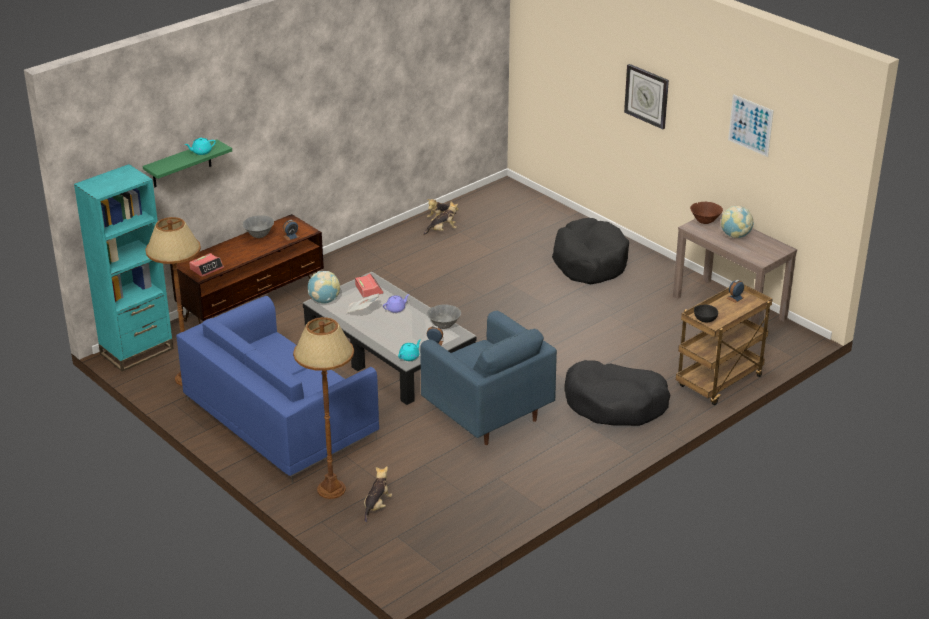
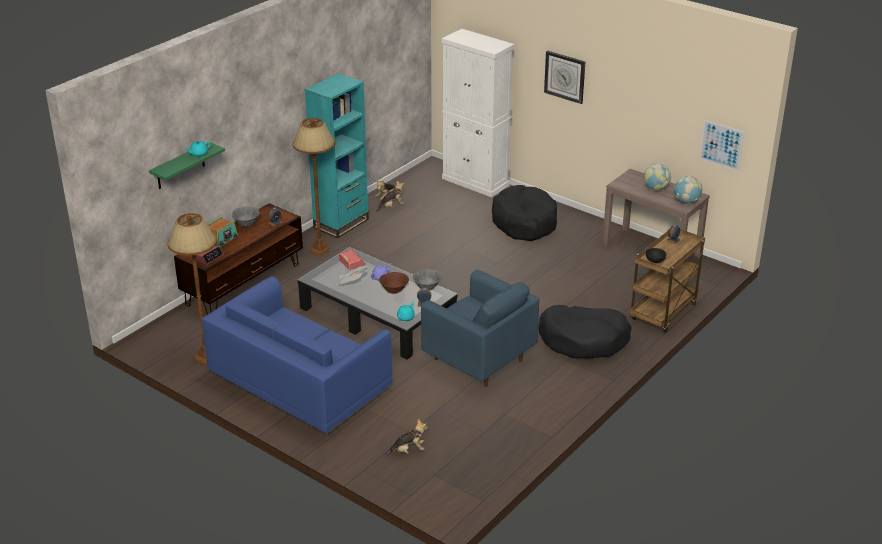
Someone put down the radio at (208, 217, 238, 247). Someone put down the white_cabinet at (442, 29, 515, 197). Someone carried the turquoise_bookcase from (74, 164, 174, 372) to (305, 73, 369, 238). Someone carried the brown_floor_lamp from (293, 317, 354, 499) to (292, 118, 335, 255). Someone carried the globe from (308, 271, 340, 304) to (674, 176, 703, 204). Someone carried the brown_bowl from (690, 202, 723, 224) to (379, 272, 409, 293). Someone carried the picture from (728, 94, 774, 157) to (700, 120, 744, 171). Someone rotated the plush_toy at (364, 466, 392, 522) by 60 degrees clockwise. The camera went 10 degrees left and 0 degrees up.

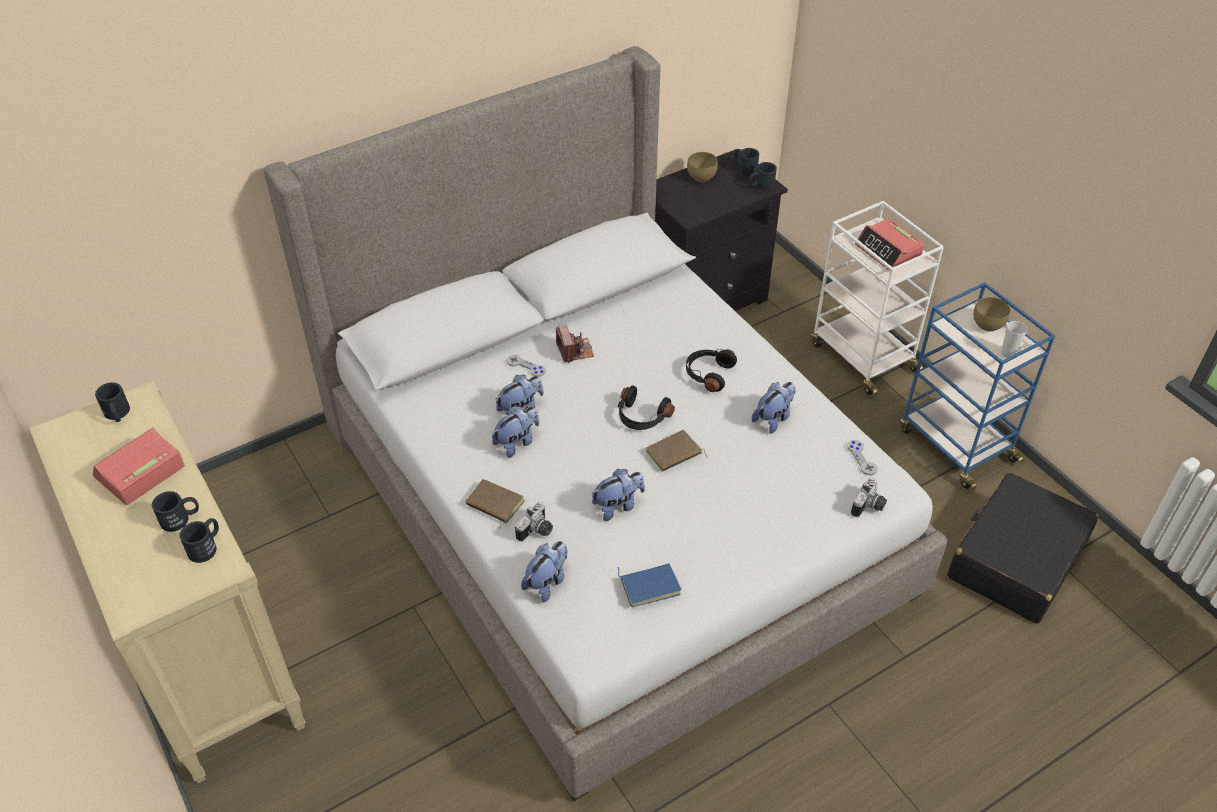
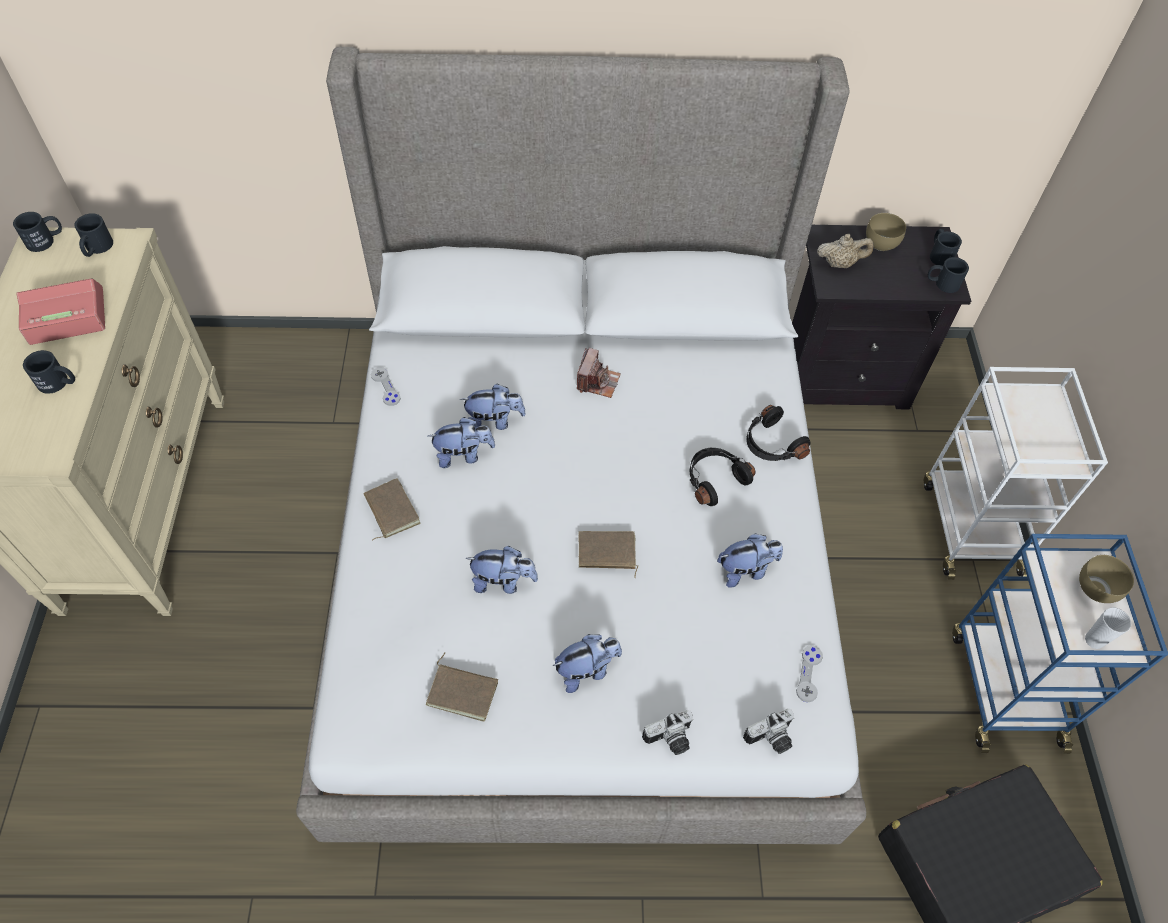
Someone took away the alarm_clock at (855, 218, 924, 271). Someone put down the beige_teapot at (817, 234, 874, 268). Someone carried the black_mug from (180, 518, 219, 563) to (13, 212, 62, 252). Someone carried the grey_game_controller from (507, 355, 546, 377) to (371, 367, 401, 406). Someone carried the photo_camera from (515, 502, 553, 542) to (642, 710, 693, 755). Someone carried the plush_toy from (521, 541, 567, 602) to (553, 634, 622, 693). Someone carried the black_headphones from (618, 385, 675, 430) to (746, 405, 811, 461). Someone repainted the blue_book at (618, 564, 682, 607), which became the brown_book at (426, 652, 498, 722). The camera went 30 degrees right and 10 degrees up.

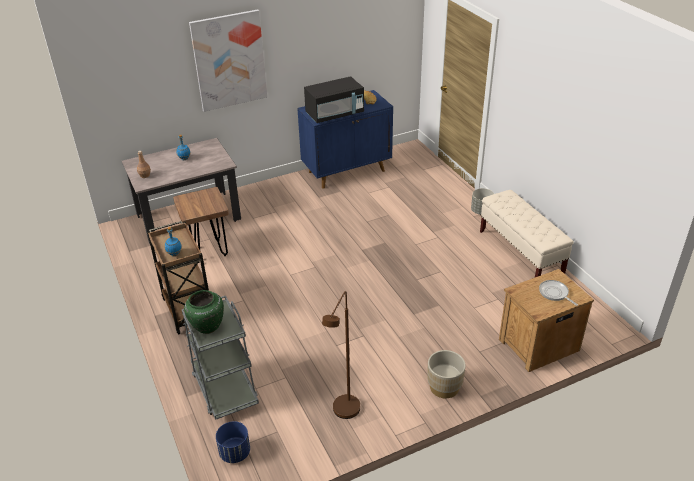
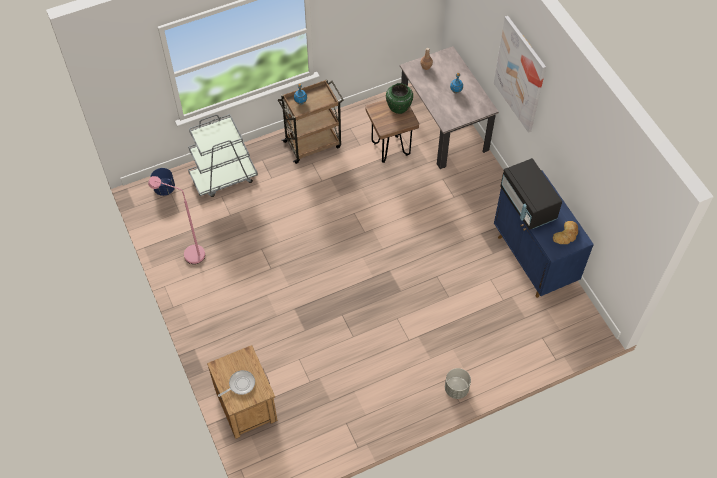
Someone took away the beige_planter at (427, 350, 466, 398). Someone took away the beige_bench at (480, 190, 574, 277). Someone carried the green_vase from (184, 290, 224, 334) to (386, 83, 413, 114). Someone repainted the brown_floor_lamp at (322, 291, 360, 419), which became the pink_floor_lamp at (148, 176, 205, 264). The camera went 90 degrees right and 20 degrees up.

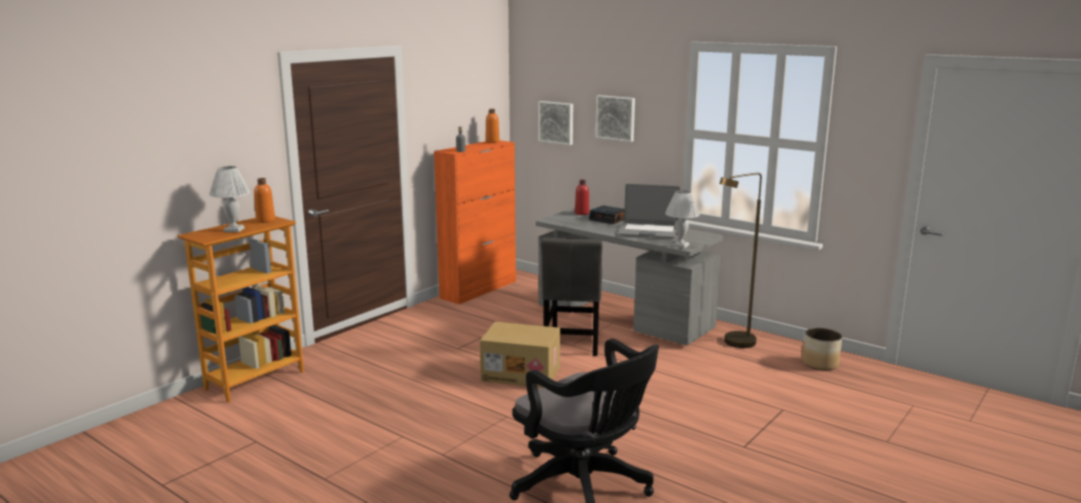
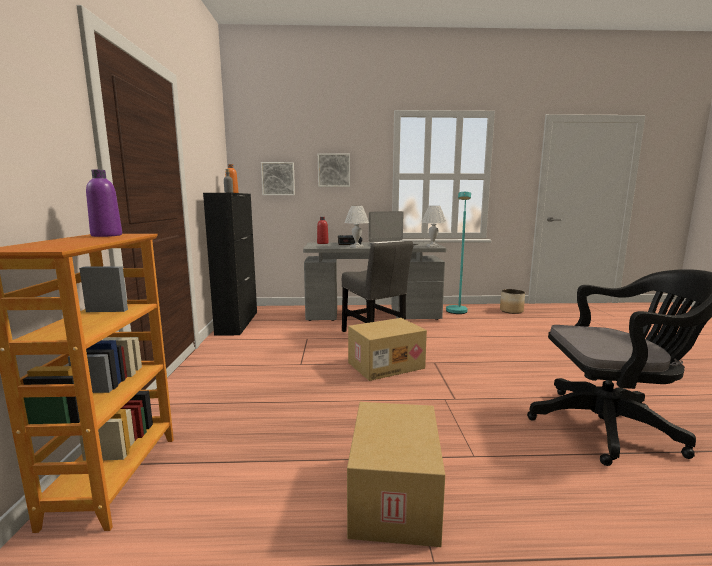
Someone put down the cardboard_box at (347, 402, 445, 547). Someone carried the white_table_lamp from (209, 166, 250, 232) to (344, 206, 369, 248). Someone repainted the orange_bottle at (254, 178, 275, 223), which became the purple_bottle at (86, 170, 122, 237). Someone repainted the orange_cabinet at (434, 140, 516, 304), which became the black_cabinet at (203, 193, 257, 336). Someone repainted the brown_floor_lamp at (719, 173, 762, 348), which became the turquoise_floor_lamp at (446, 192, 471, 314). The camera went 40 degrees left and 5 degrees down.

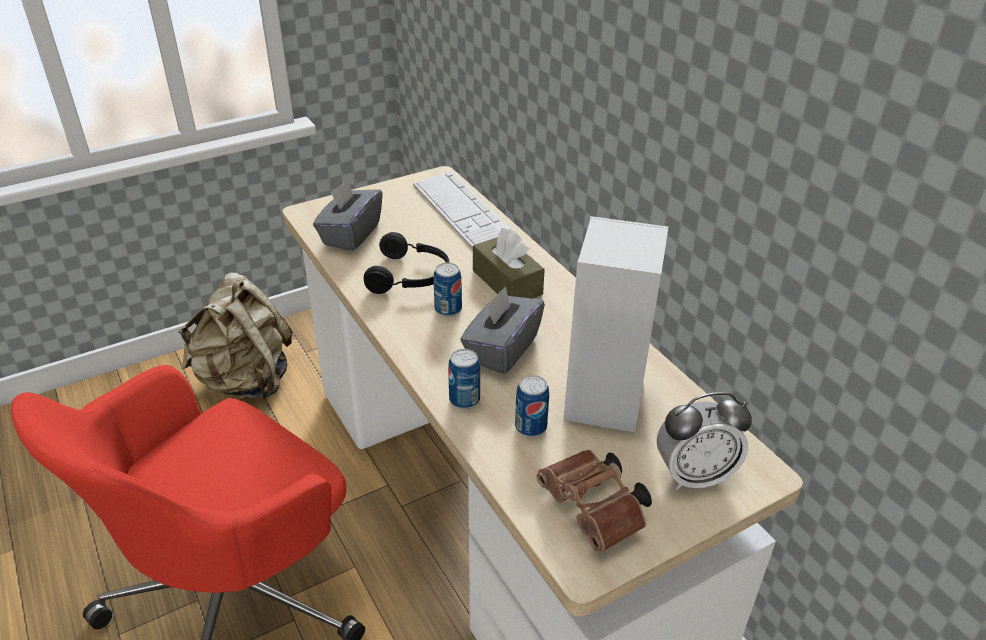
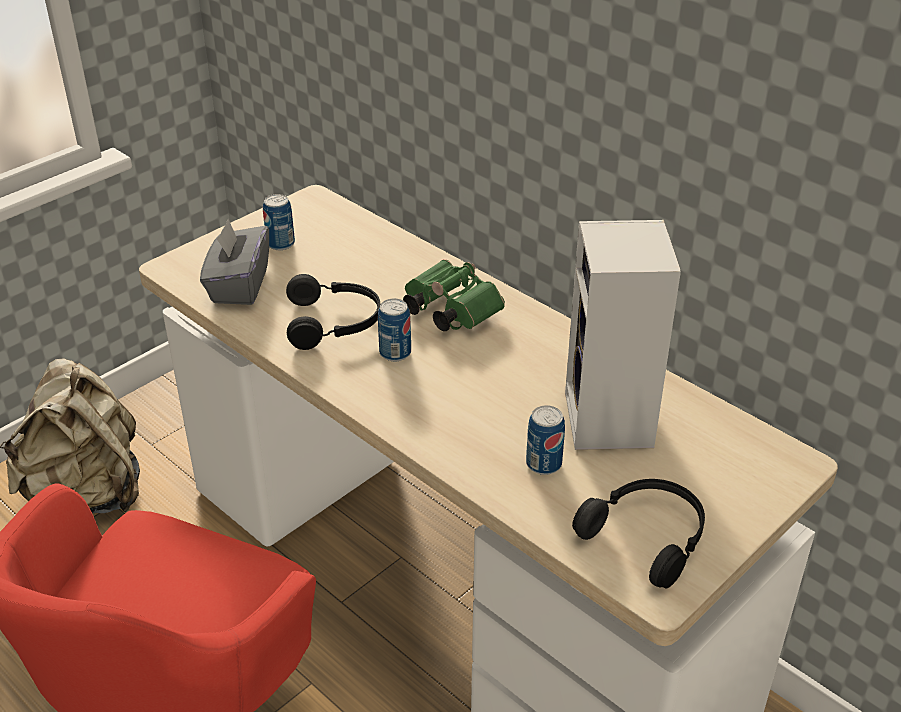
Someone took away the keyboard at (413, 171, 510, 249). Someone took away the grey_tissue_box at (460, 286, 545, 374). Someone took away the alarm_clock at (657, 392, 752, 490). Someone carried the can from (448, 349, 480, 409) to (263, 194, 295, 250). Someone swapped the brown_tissue_box at (473, 228, 545, 299) for the green_binoculars at (403, 259, 505, 331). Someone swapped the brown_binoculars at (537, 450, 652, 553) for the black_headphones at (572, 479, 705, 588). The camera went 15 degrees left and 0 degrees up.

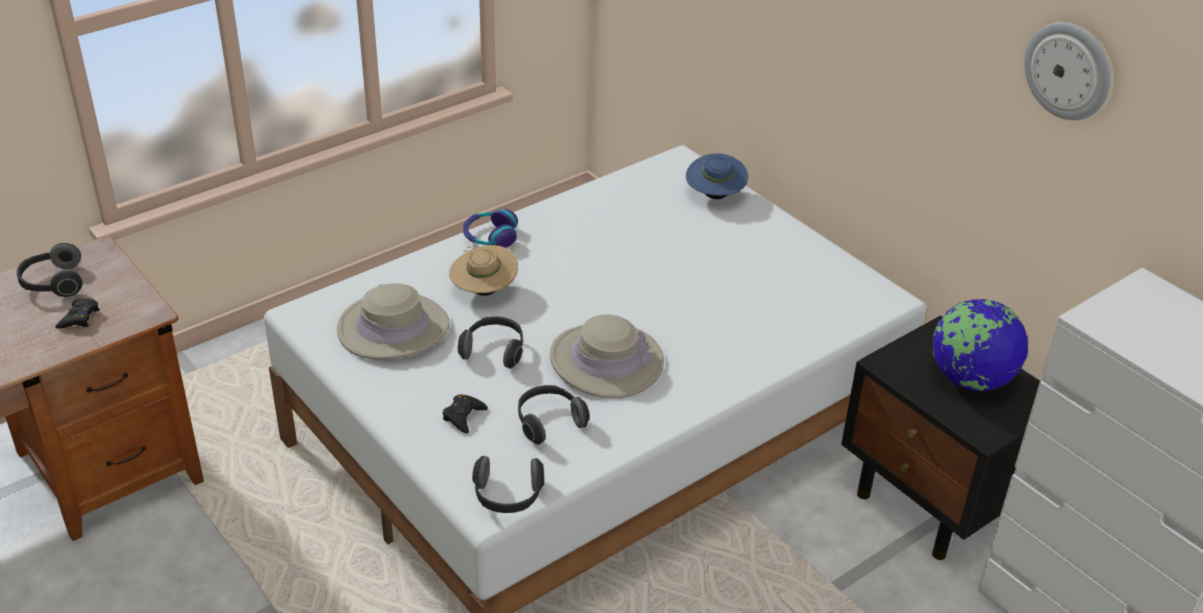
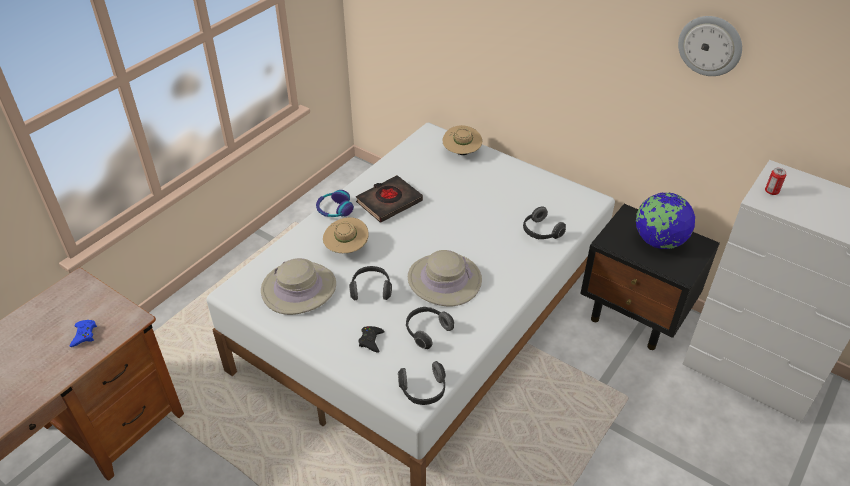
Someone put down the black_book at (356, 175, 423, 223). Someone put down the can at (765, 168, 786, 195). Someone carried the headphones from (17, 243, 82, 297) to (523, 206, 566, 239). Someone repainted the black_game_controller at (55, 298, 100, 329), which became the blue_game_controller at (69, 320, 97, 347). Someone repainted the blue_hat at (686, 153, 748, 199), which became the beige_hat at (443, 125, 482, 155). The camera went 15 degrees left and 5 degrees up.

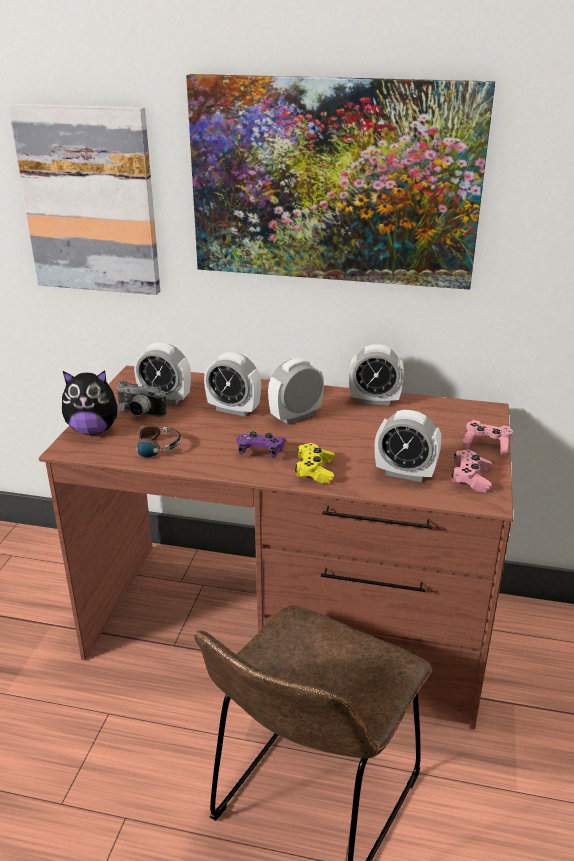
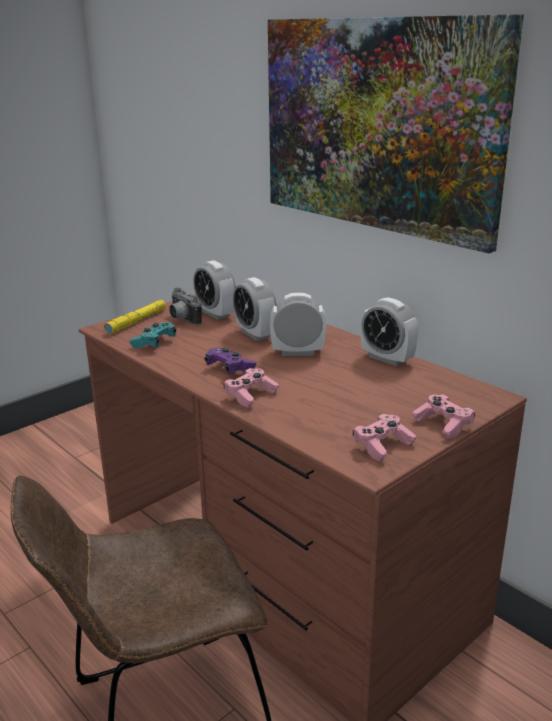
Someone took away the picture at (8, 103, 160, 295). Someone took away the alarm_clock at (375, 410, 442, 482). Someone swapped the plush_toy at (62, 370, 125, 435) for the yellow_flashlight at (104, 300, 166, 334). Someone swapped the headphones at (117, 424, 181, 457) for the turquoise_game_controller at (129, 322, 176, 349). Someone repainted the yellow_game_controller at (295, 443, 335, 484), which became the pink_game_controller at (224, 368, 279, 408). The camera went 35 degrees right and 5 degrees down.

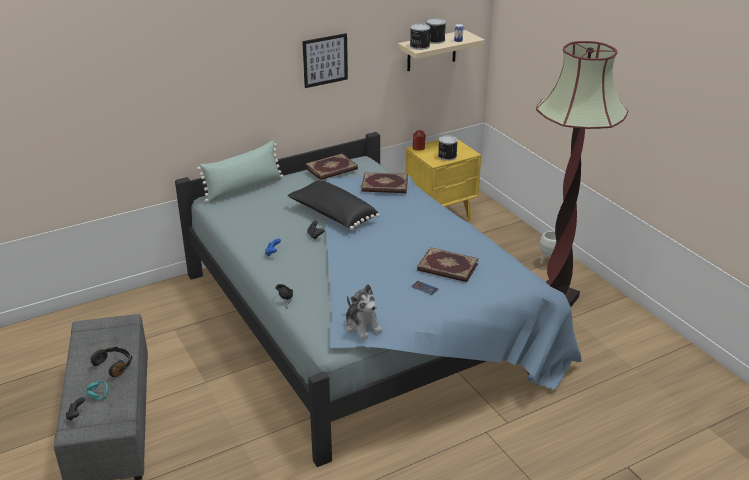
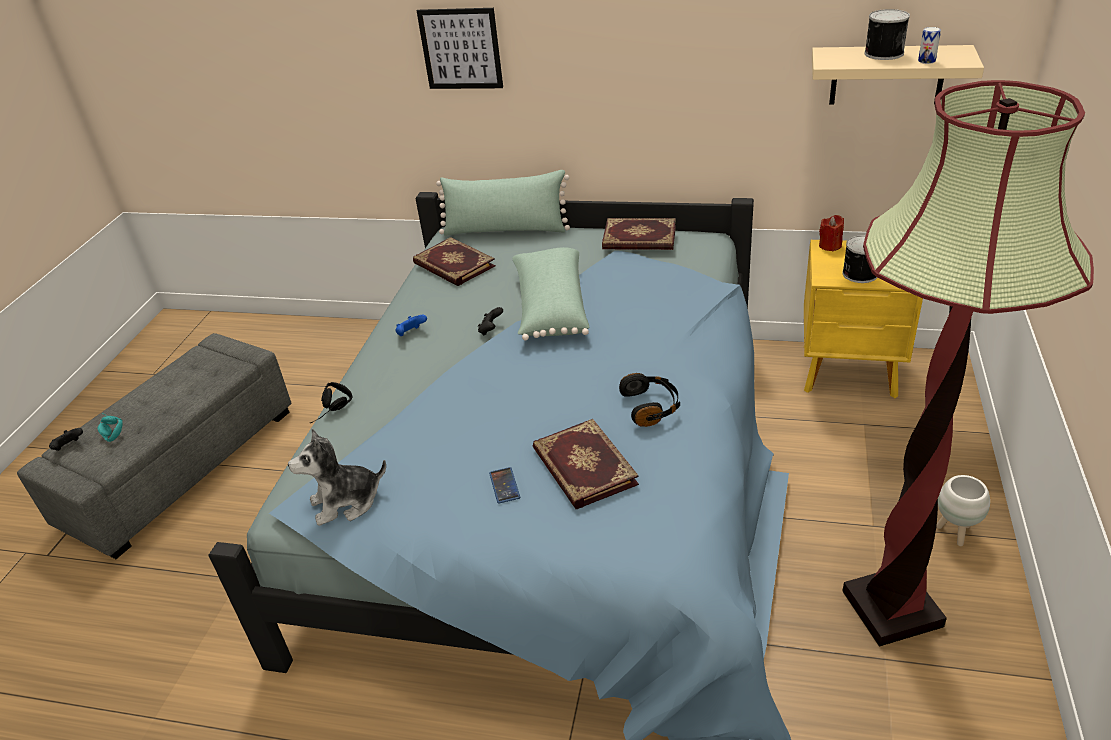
Someone took away the can at (410, 23, 431, 50). Someone carried the black_headphones from (90, 347, 132, 377) to (619, 373, 680, 427). Someone carried the picture from (302, 33, 348, 88) to (417, 8, 503, 89). Someone carried the book from (361, 172, 408, 193) to (413, 237, 496, 286). Someone repainted the black_pillow at (288, 180, 380, 230), which became the green_pillow at (512, 247, 589, 341). Someone rotated the plush_toy at (345, 284, 383, 339) by 60 degrees clockwise. The camera went 45 degrees right and 5 degrees up.

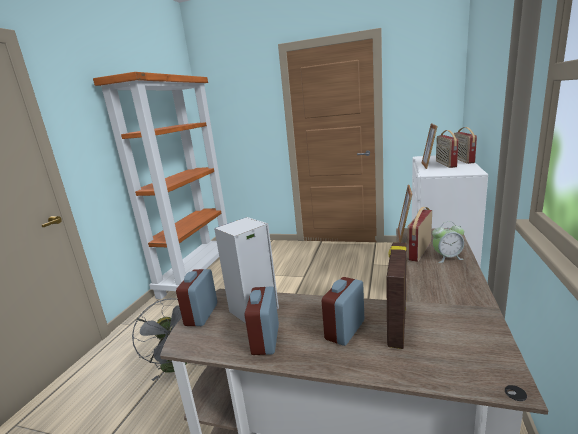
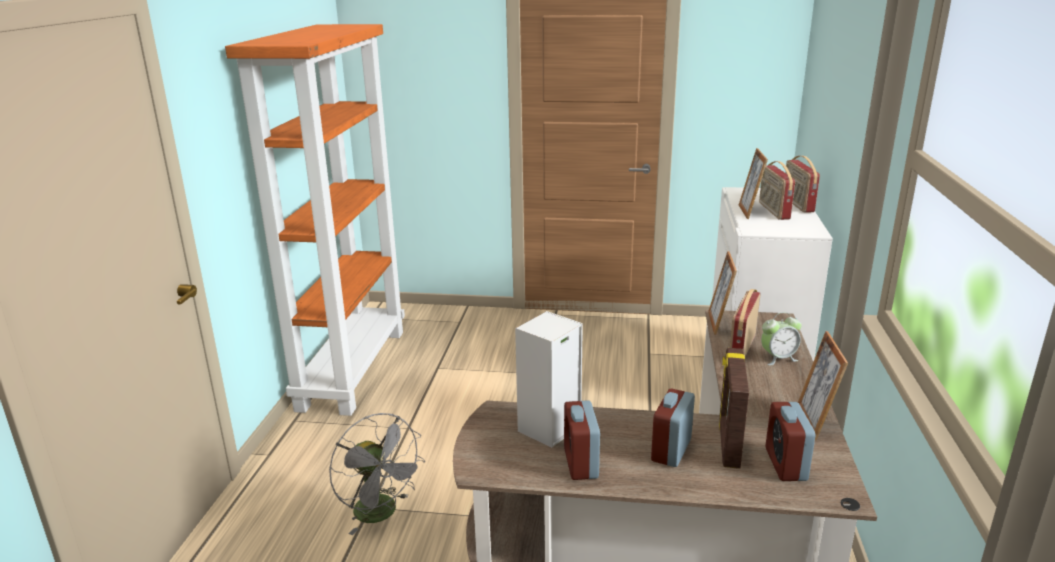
Someone put down the picture_frame at (798, 331, 848, 441). Someone carried the alarm_clock from (176, 269, 217, 326) to (766, 402, 815, 481). The camera went 10 degrees left and 5 degrees up.

